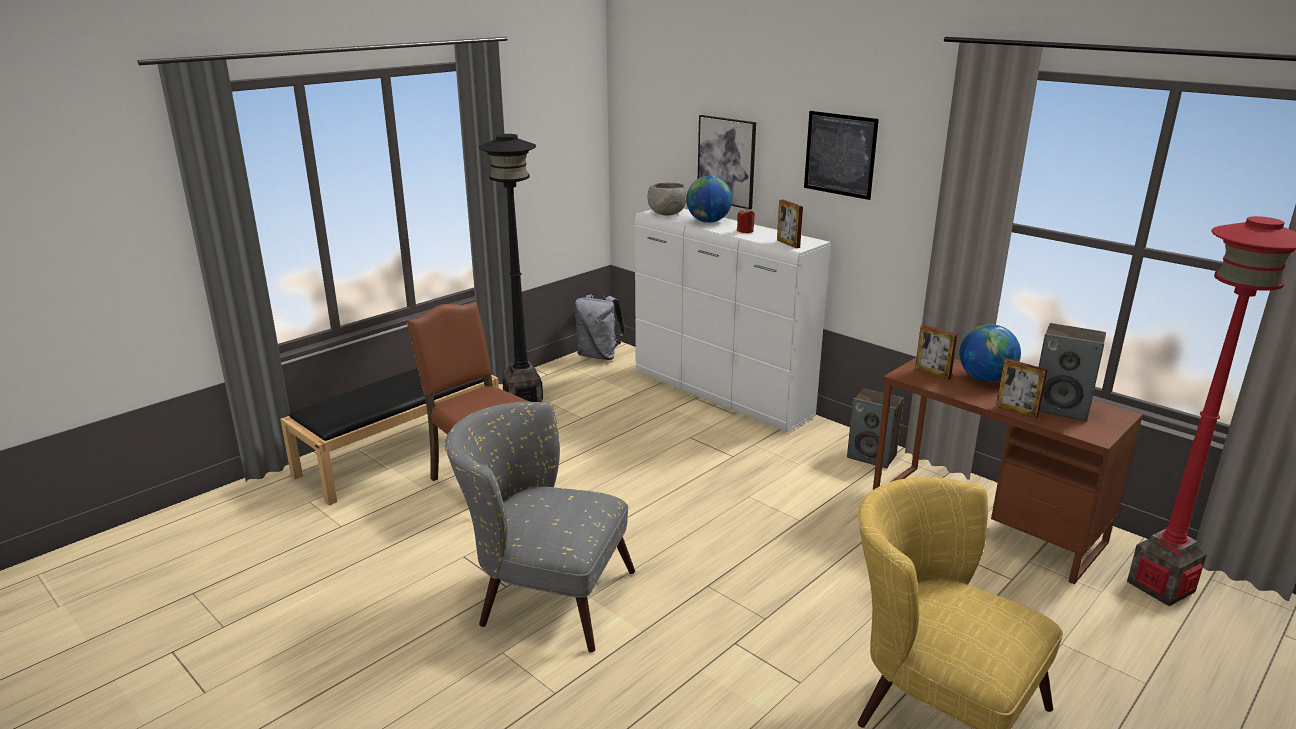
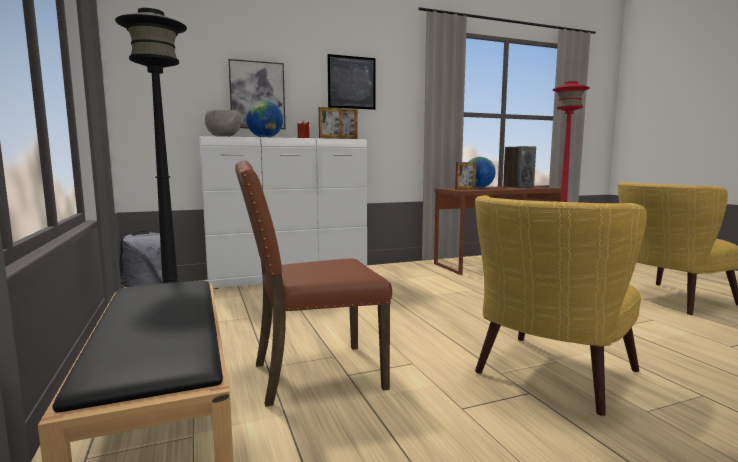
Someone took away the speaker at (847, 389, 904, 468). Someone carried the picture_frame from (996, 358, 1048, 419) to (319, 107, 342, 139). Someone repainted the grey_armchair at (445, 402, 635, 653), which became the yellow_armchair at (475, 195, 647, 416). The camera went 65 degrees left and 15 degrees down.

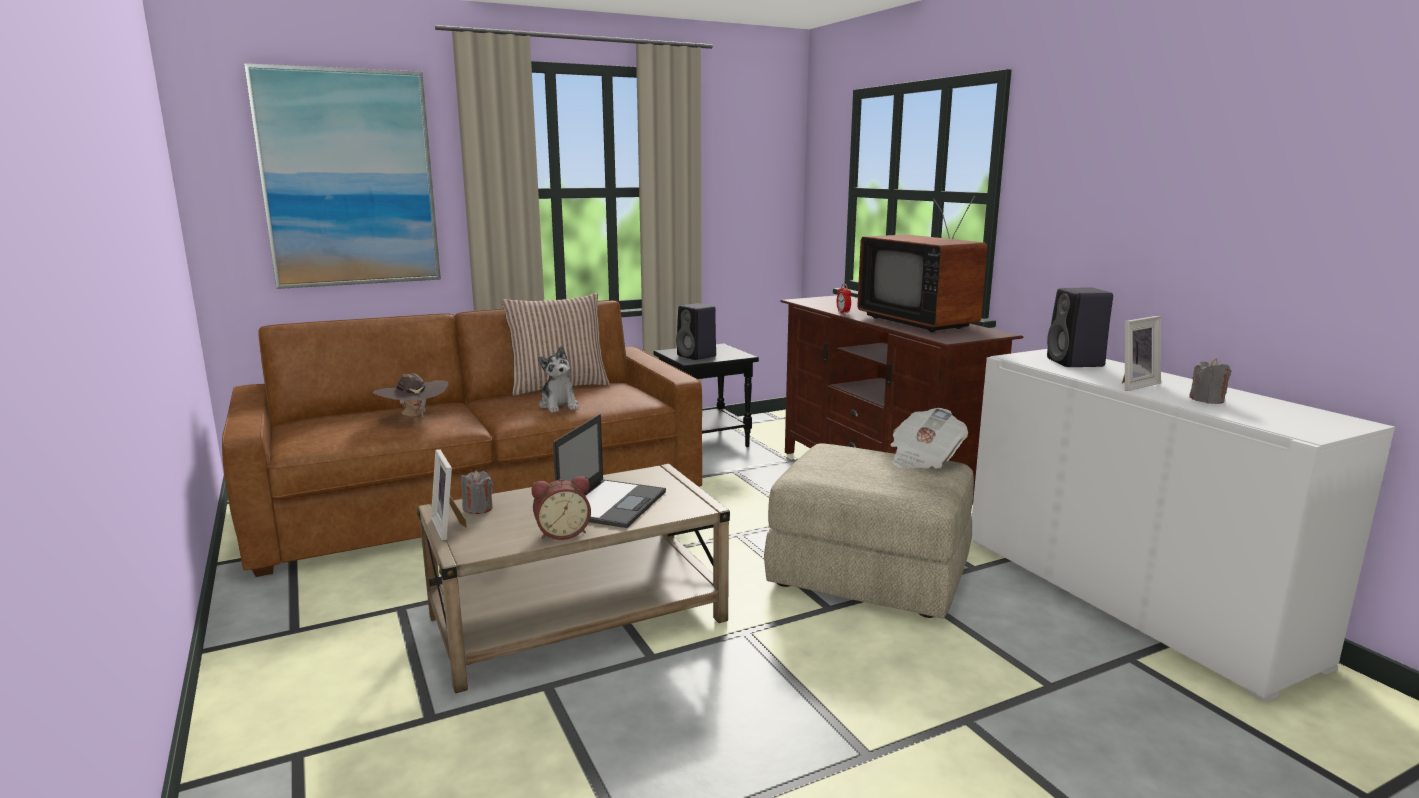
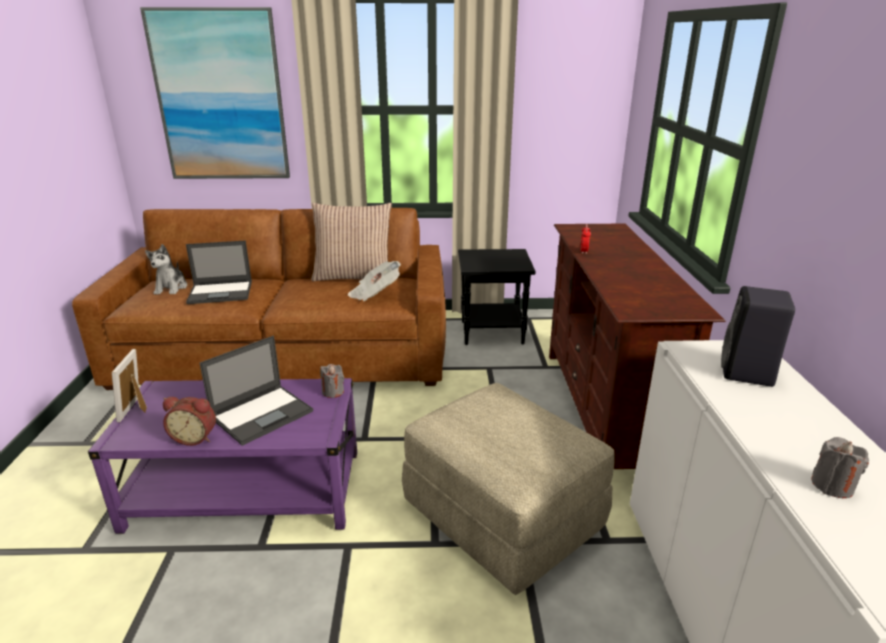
Someone took away the black_speaker at (676, 303, 716, 360). Someone took away the television at (857, 195, 988, 332). Someone took away the picture_frame at (1122, 316, 1161, 391). Someone carried the grey_candle from (461, 470, 493, 514) to (320, 364, 344, 398). Someone carried the plush_toy from (538, 346, 578, 413) to (145, 244, 187, 295). Someone carried the newspaper from (891, 408, 968, 469) to (348, 261, 401, 301). Someone swapped the brown_hat at (373, 373, 448, 418) for the laptop at (186, 241, 252, 304). Someone repainted the beige_coffee_table at (417, 464, 730, 693), which became the purple_coffee_table at (88, 378, 357, 534). The camera went 25 degrees right and 10 degrees up.

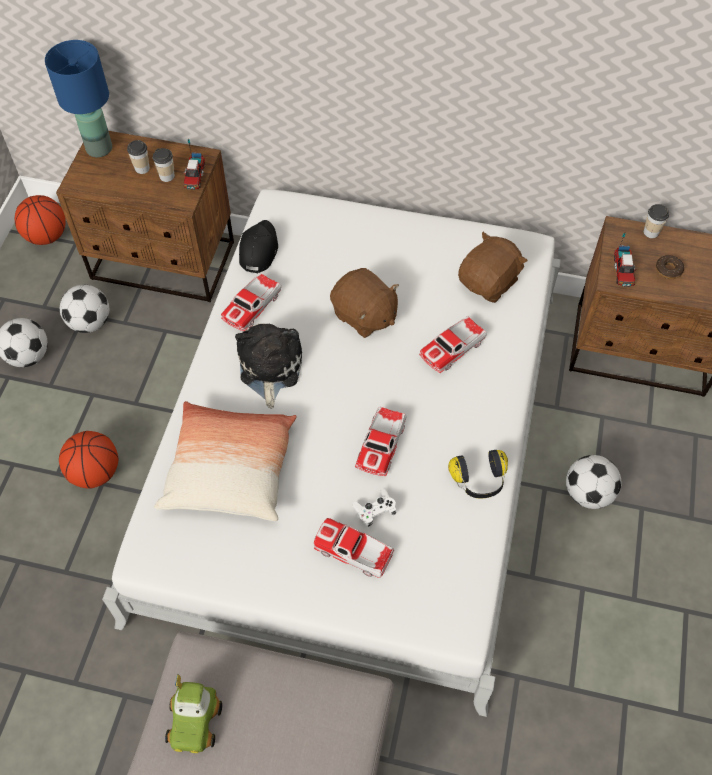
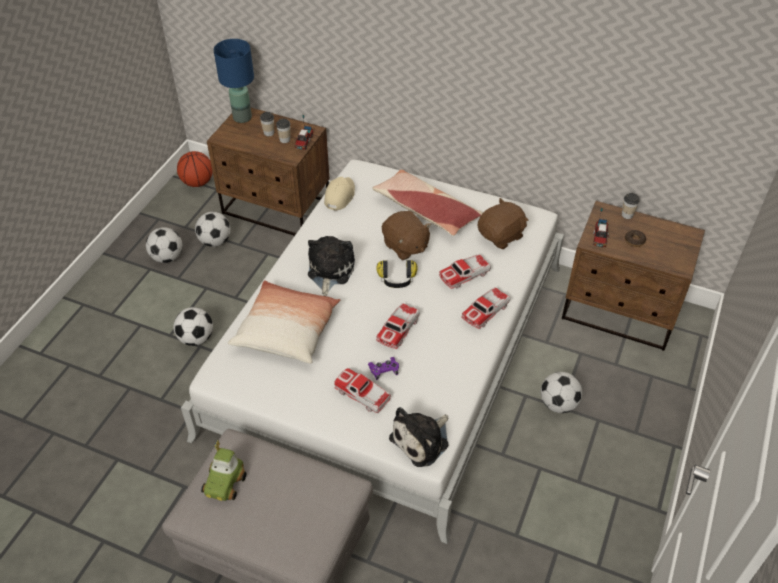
Someone put down the pillow at (372, 170, 483, 236). Someone put down the plush_toy at (389, 407, 449, 467). Someone carried the toy_car from (221, 273, 282, 331) to (461, 287, 510, 329). Someone carried the headphones from (448, 450, 508, 499) to (376, 260, 418, 288). Someone swapped the basketball at (59, 431, 118, 489) for the football at (173, 307, 213, 346). Someone repainted the black_cap at (239, 220, 278, 273), which became the beige_cap at (324, 177, 355, 211). Someone repainted the white_game_controller at (352, 489, 396, 527), which became the purple_game_controller at (368, 357, 399, 380). The camera went 10 degrees right and 10 degrees down.

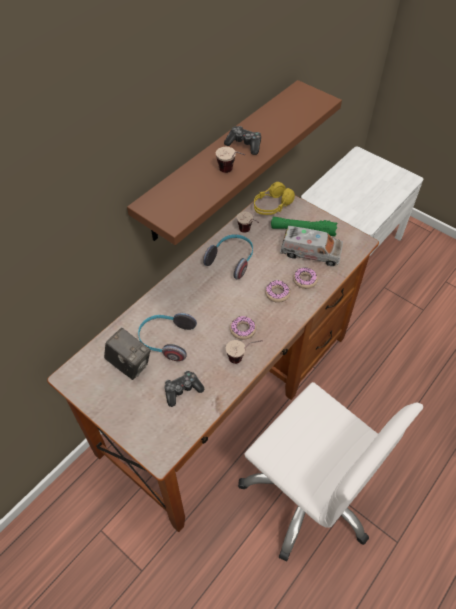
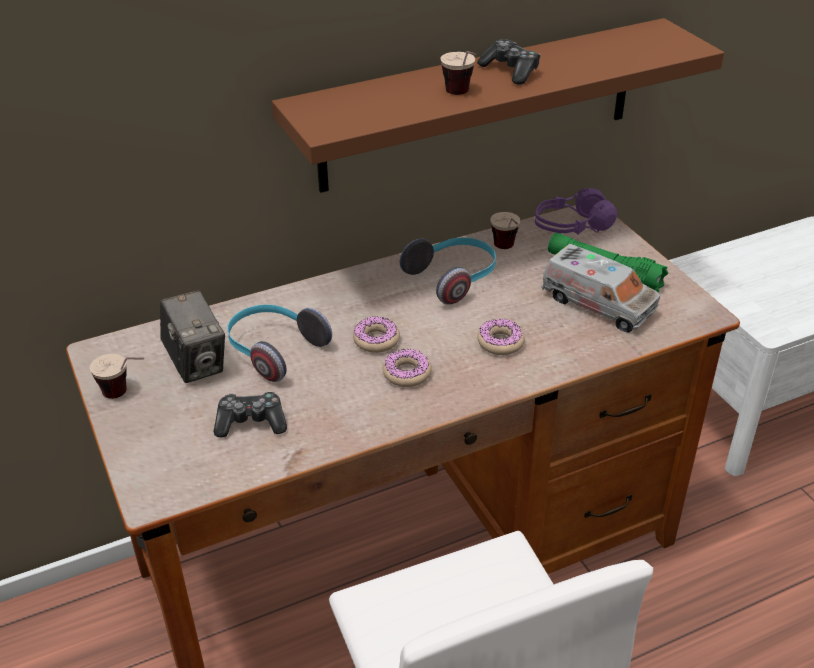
Someone carried the cup from (226, 340, 263, 364) to (90, 354, 144, 399). Someone carried the donut from (293, 268, 318, 289) to (353, 316, 400, 353). Someone repainted the yellow_headphones at (254, 182, 295, 215), which became the purple_headphones at (535, 188, 617, 235). The camera went 25 degrees right and 15 degrees down.

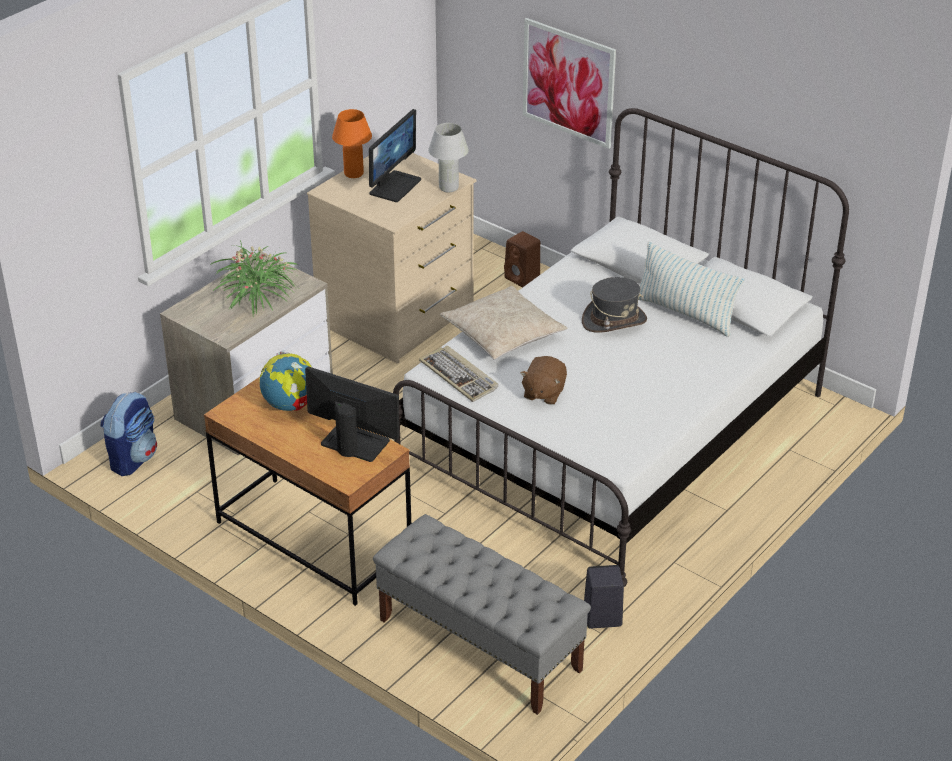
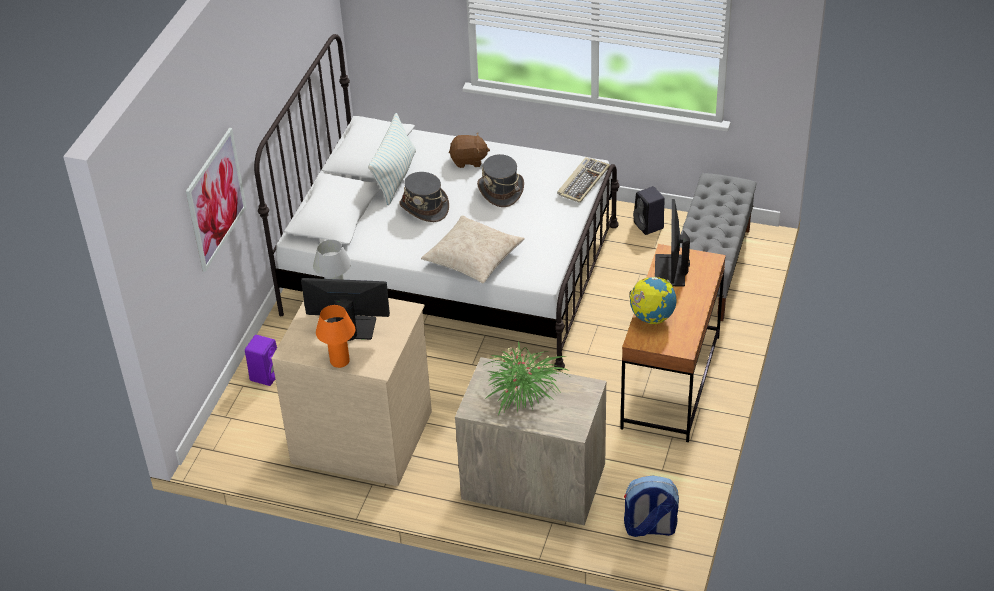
Someone put down the grey_hat at (477, 154, 524, 207). Someone carried the keyboard from (419, 345, 498, 402) to (557, 157, 610, 203). Someone carried the brown_plush_toy from (520, 356, 567, 405) to (449, 133, 490, 168). Someone repainted the brown_speaker at (504, 231, 540, 287), which became the purple_speaker at (245, 335, 277, 386). The camera went 110 degrees left and 5 degrees up.

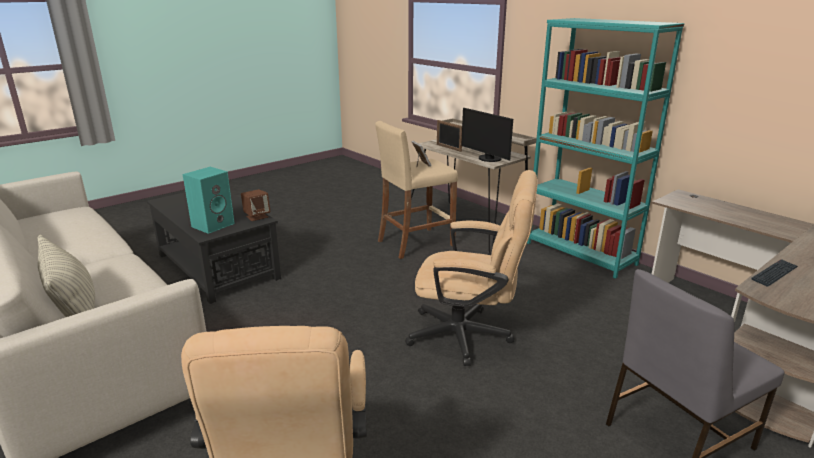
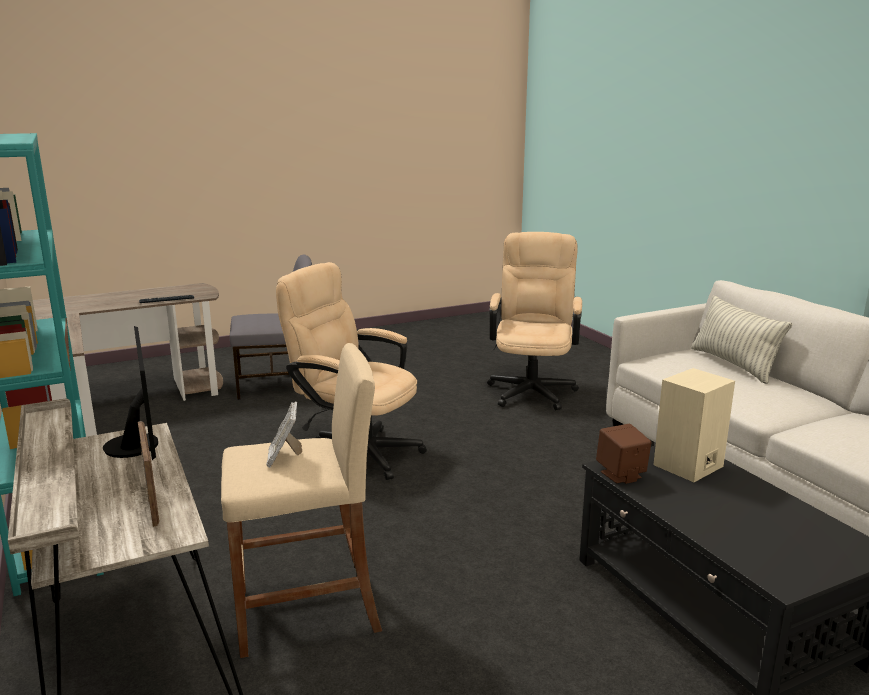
Someone repainted the turquoise_speaker at (183, 167, 235, 234), which became the beige_speaker at (654, 368, 735, 482). The camera went 165 degrees left and 5 degrees down.

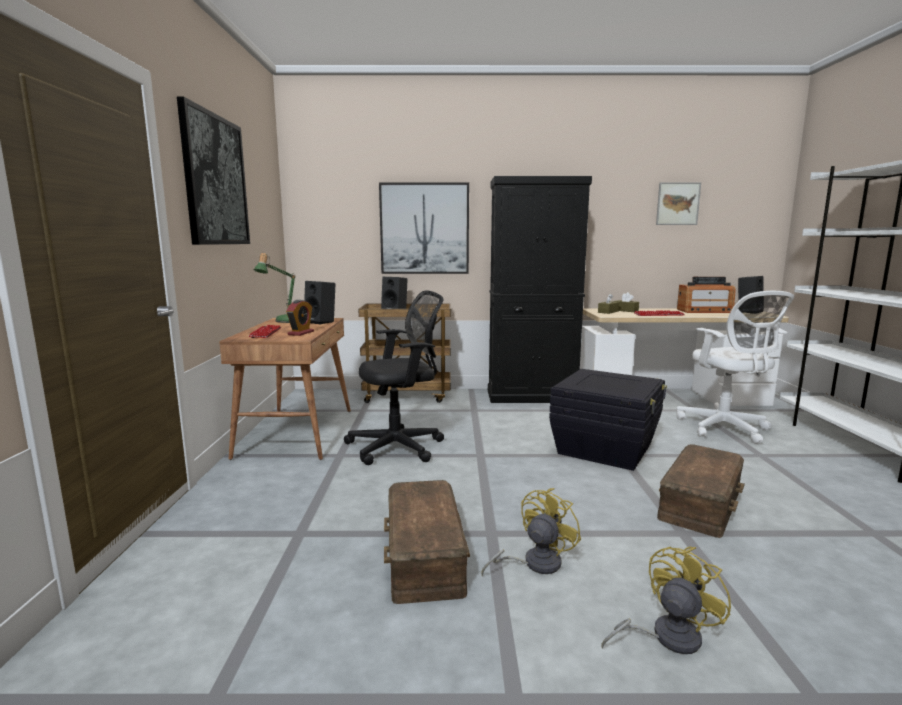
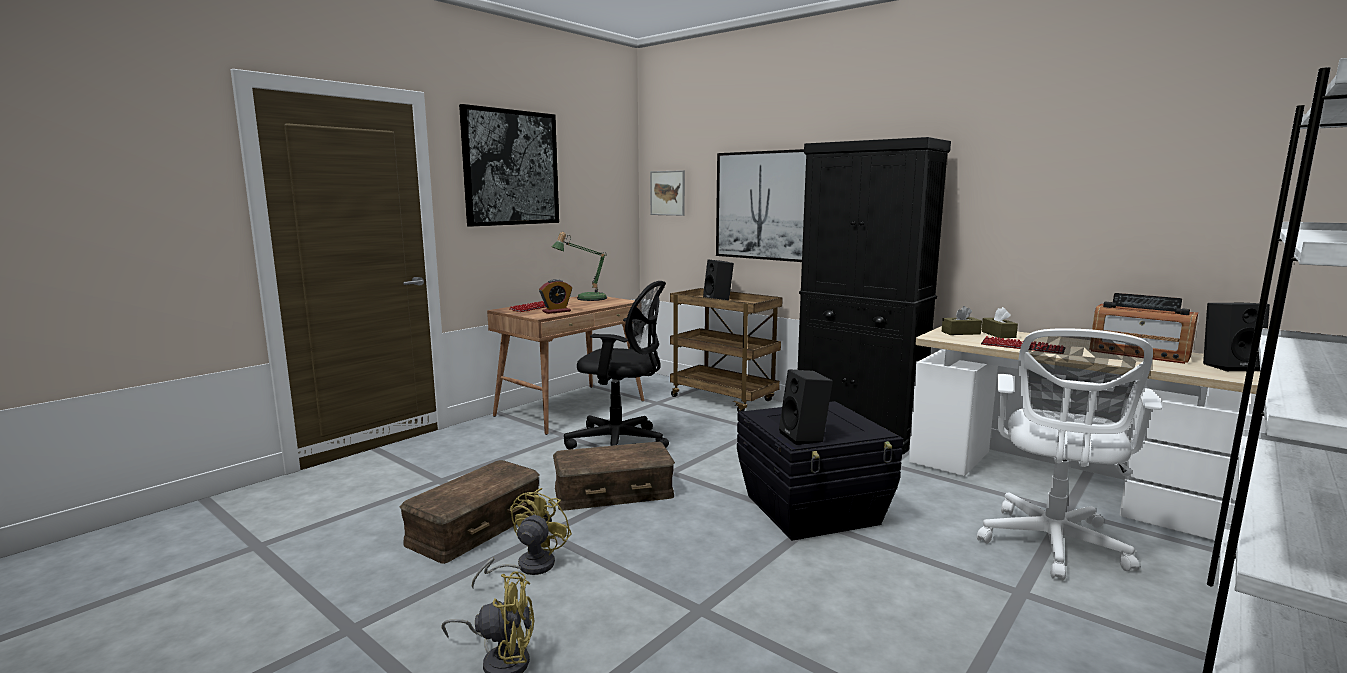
Someone carried the black_speaker from (304, 281, 335, 324) to (779, 369, 833, 445). Someone carried the picture from (656, 182, 701, 225) to (650, 170, 685, 216). Someone carried the brown_storage_box from (657, 444, 745, 538) to (553, 442, 675, 511). Someone rotated the yellow_fan at (481, 488, 581, 577) by 60 degrees counterclockwise. The camera went 40 degrees right and 0 degrees up.

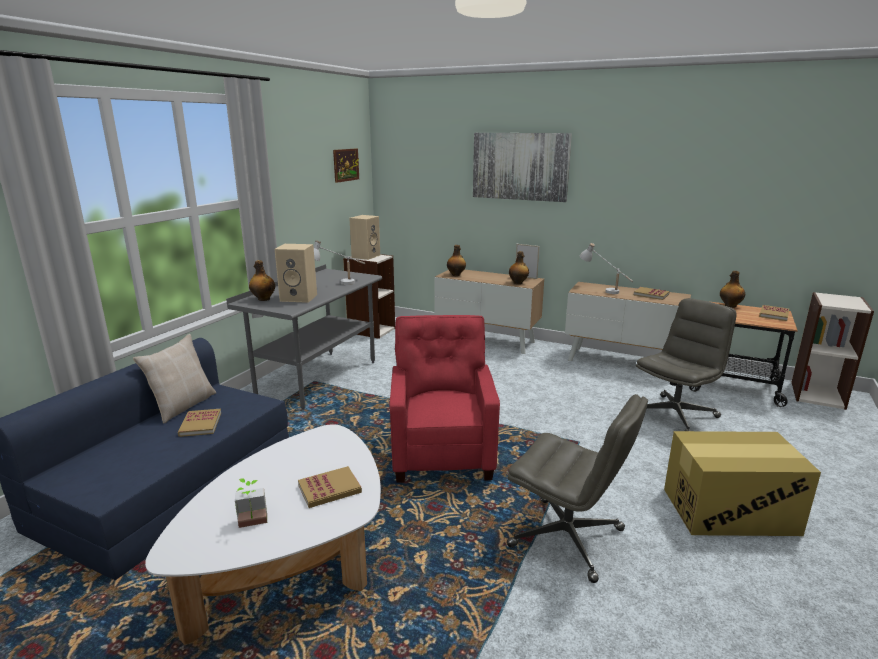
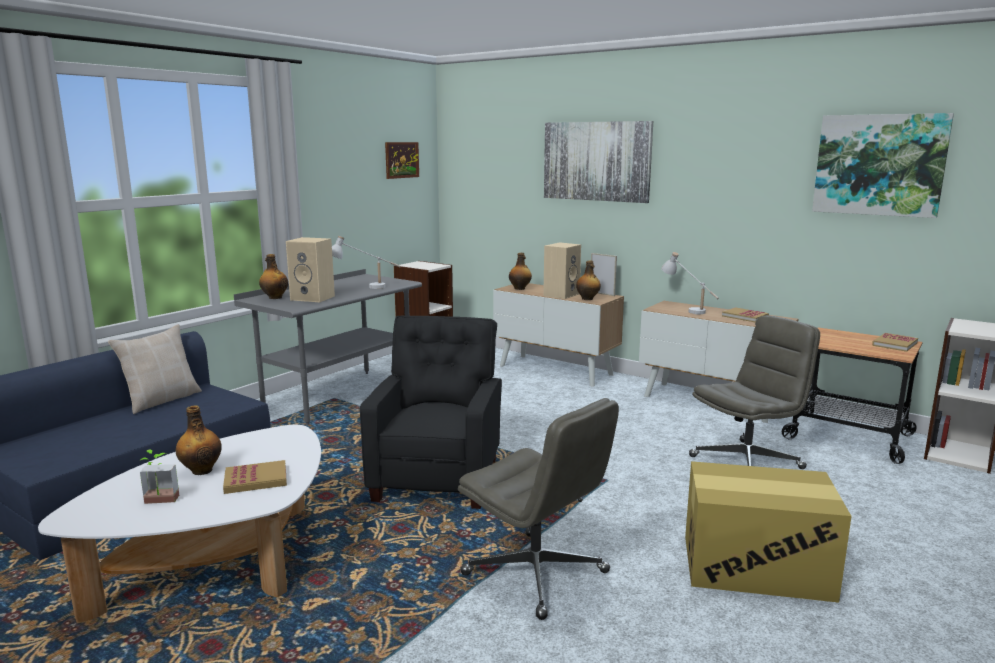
Someone took away the book at (178, 409, 221, 437). Someone put up the picture at (812, 113, 954, 218). Someone carried the beige_speaker from (349, 215, 380, 260) to (543, 242, 581, 299). Someone carried the bottle from (720, 271, 745, 308) to (176, 405, 222, 475). Someone repainted the red_armchair at (390, 315, 500, 483), which became the black_armchair at (360, 316, 502, 509). The camera went 10 degrees right and 5 degrees down.

